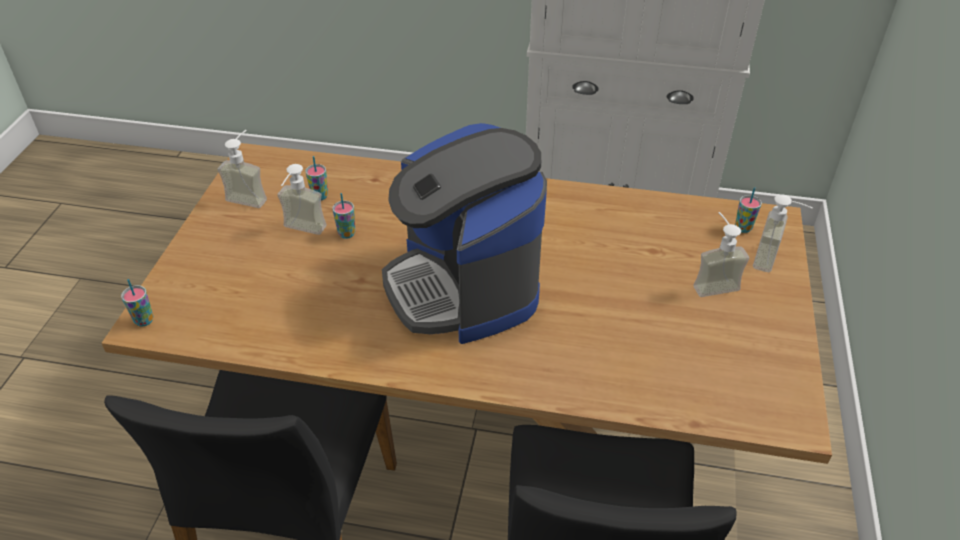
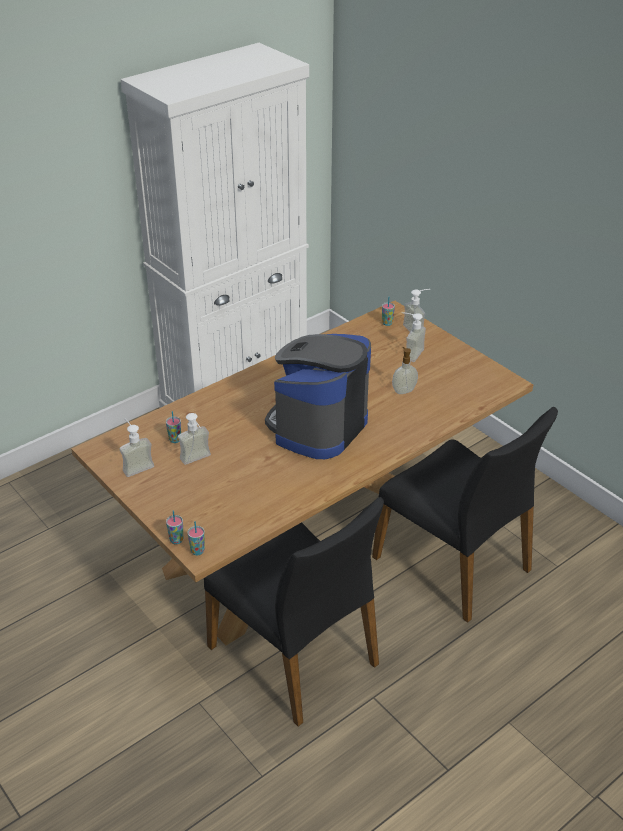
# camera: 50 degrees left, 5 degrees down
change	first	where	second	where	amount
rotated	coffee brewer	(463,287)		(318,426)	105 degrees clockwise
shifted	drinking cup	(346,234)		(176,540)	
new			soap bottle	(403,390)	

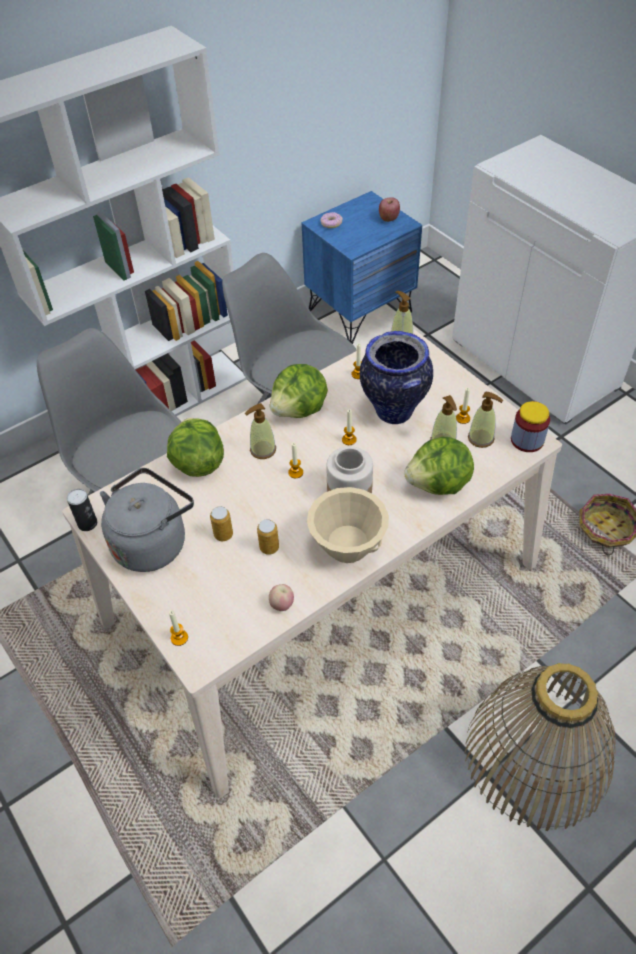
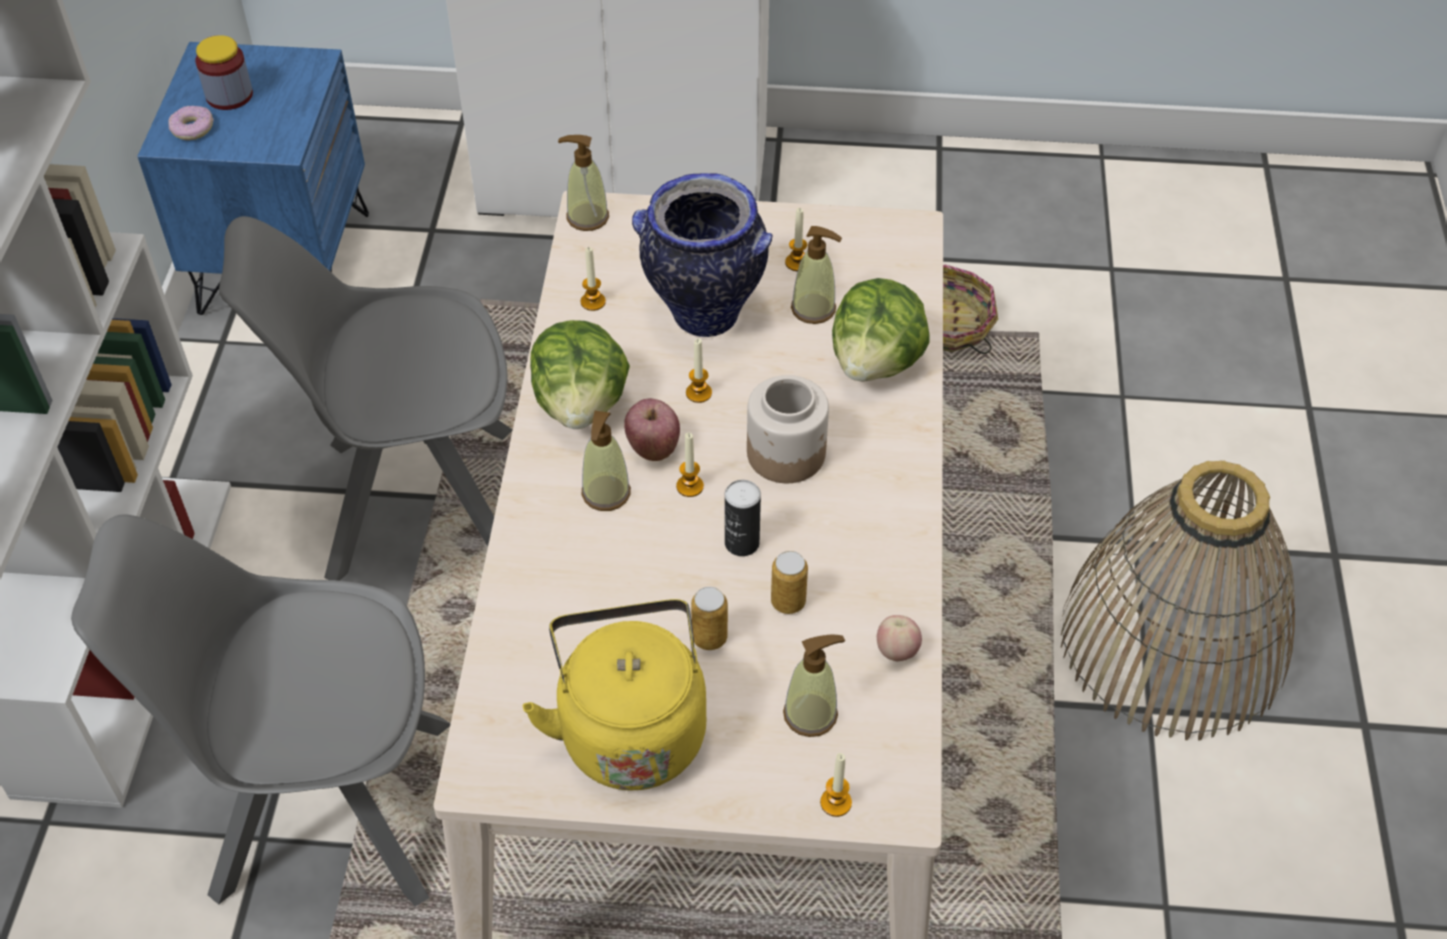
# camera: 50 degrees left, 0 degrees up
change	first	where	second	where	amount
shifted	whole apple	(388,218)		(653,447)	
shifted	soap bottle	(481,438)		(811,714)	
shifted	storage jar	(527,440)		(229,95)	
gone	head of lettuce	(198,463)			
repainted	greyish kettle	(152,542)	yellow kettle	(630,729)	
gone	beige serving bowl	(347,547)			
shifted	metal can	(87,523)		(742,543)	

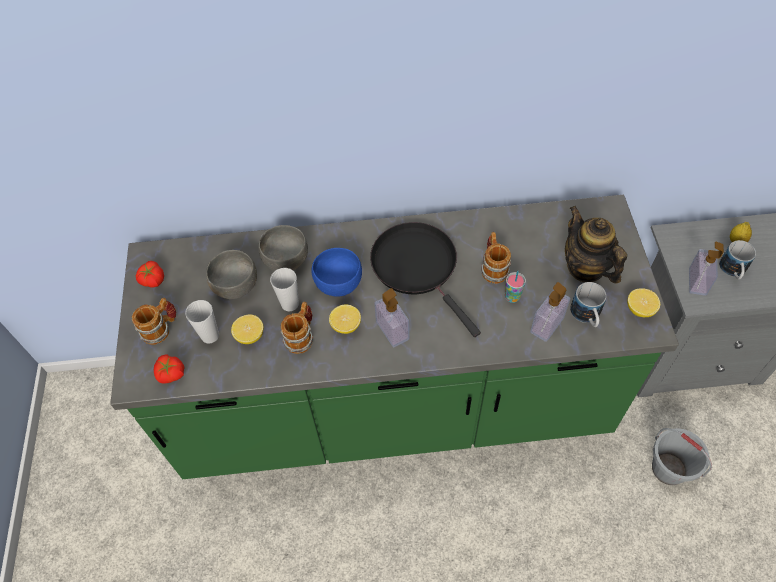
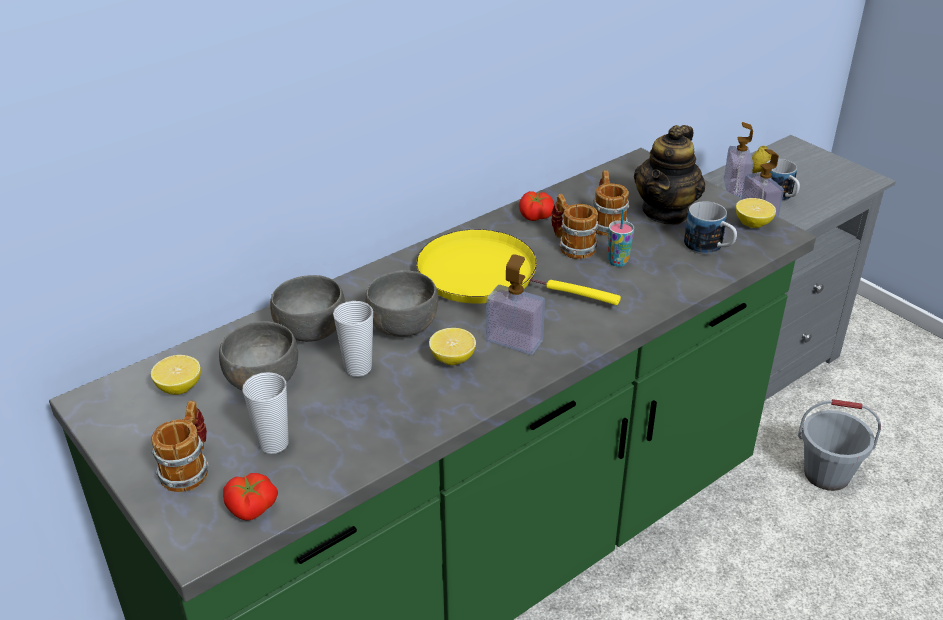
# camera: 35 degrees left, 20 degrees down
change	first	where	second	where	amount
rotated	teapot	(586,267)		(666,212)	90 degrees counterclockwise
repainted	blackish pan	(418,267)	yellow pan	(486,275)	
repainted	bluish serving bowl	(338,283)	greyish serving bowl	(402,325)	
shifted	fresh tomato	(152,280)		(535,217)	
shifted	soap bottle	(547,325)		(735,188)	
shifted	tea mug	(301,336)		(606,223)	
shifted	whole lemon	(250,335)		(179,387)	

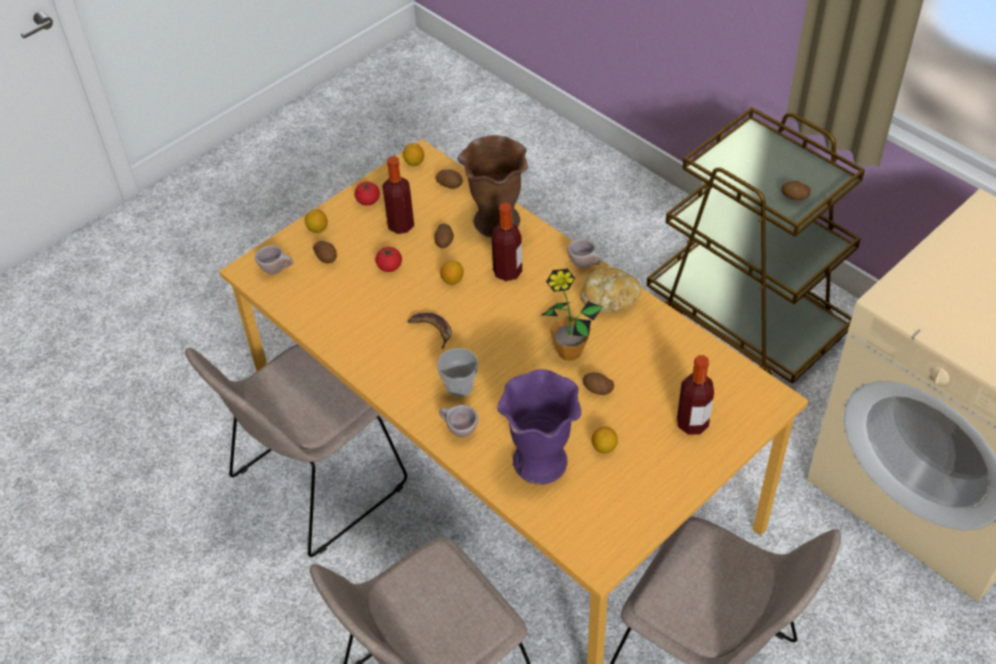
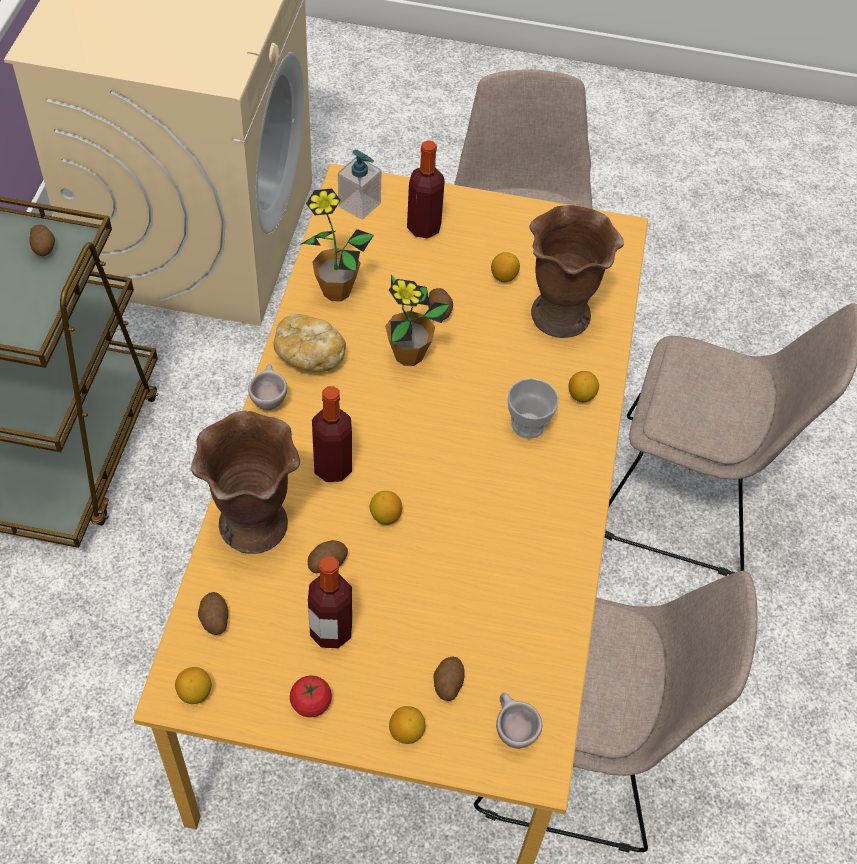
# camera: 130 degrees left, 5 degrees up
change	first	where	second	where	amount
gone	fresh tomato	(389,267)			
gone	whole banana	(431,330)			
repainted	purple-coloured decorative vase	(540,462)	brownish decorative vase	(561,315)	
swapped	beige drinking cup	(458,430)	whole lemon	(581,396)	
new			soap bottle	(359,205)	
new			potted plant	(336,291)	

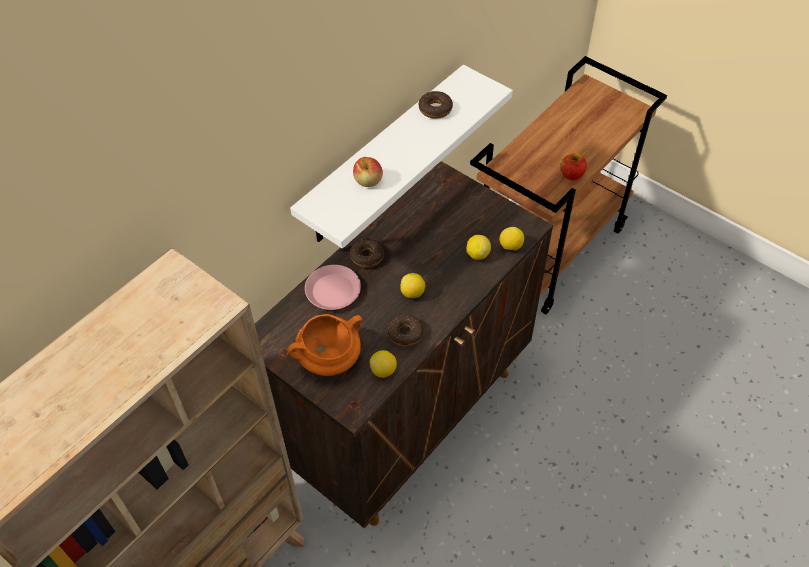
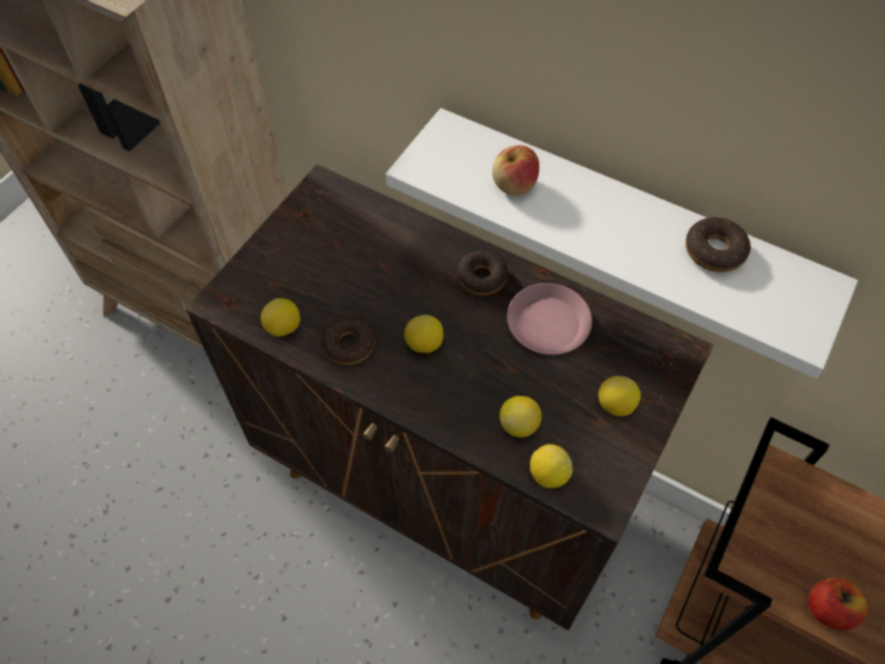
# camera: 80 degrees right, 5 degrees up
change	first	where	second	where	amount
shifted	pinkish flat dish	(333,291)		(548,323)	
gone	orange stockpot	(328,360)			
new			whole lemon	(615,405)	

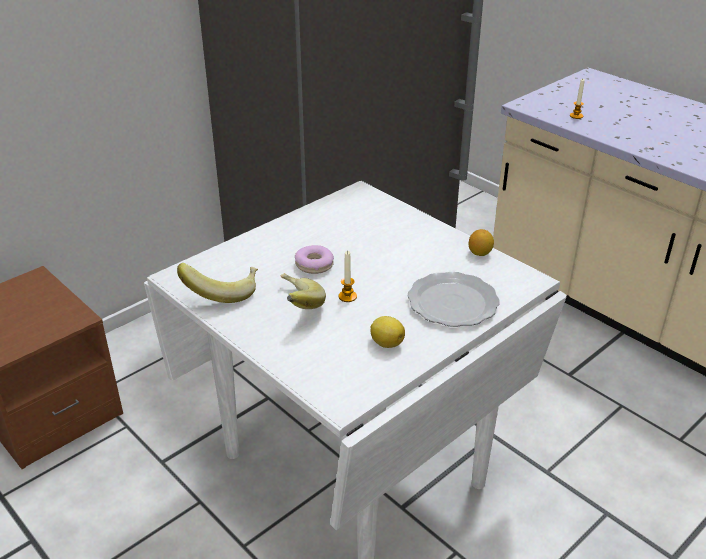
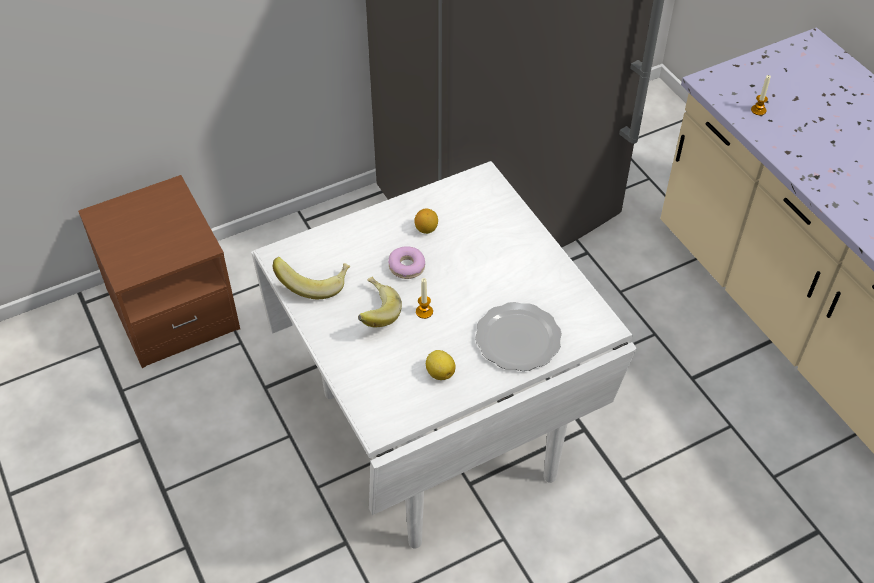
# camera: 15 degrees right, 15 degrees up
change	first	where	second	where	amount
shifted	whole lemon	(480,253)		(426,229)	

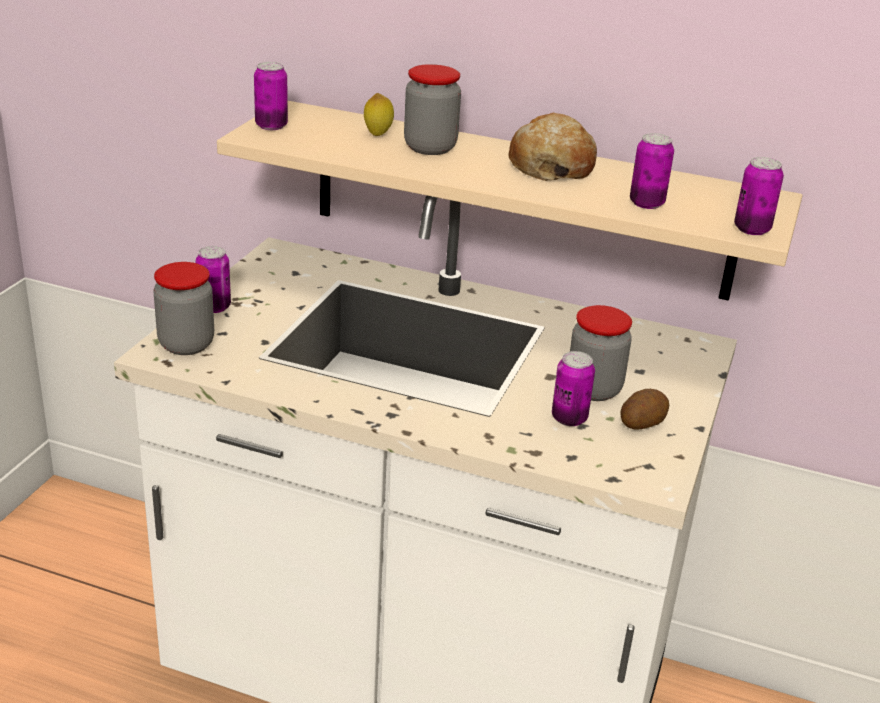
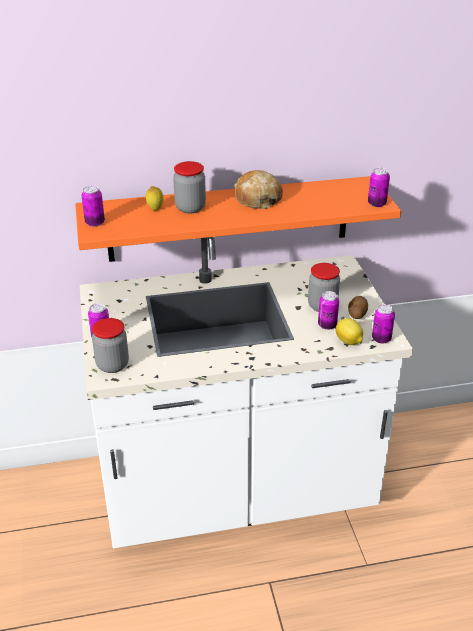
# camera: 30 degrees left, 5 degrees up
change	first	where	second	where	amount
repainted	beige wall shelf	(520,200)	orange wall shelf	(229,219)	
shifted	metal can	(646,203)		(381,339)	
new			whole lemon	(348,342)	

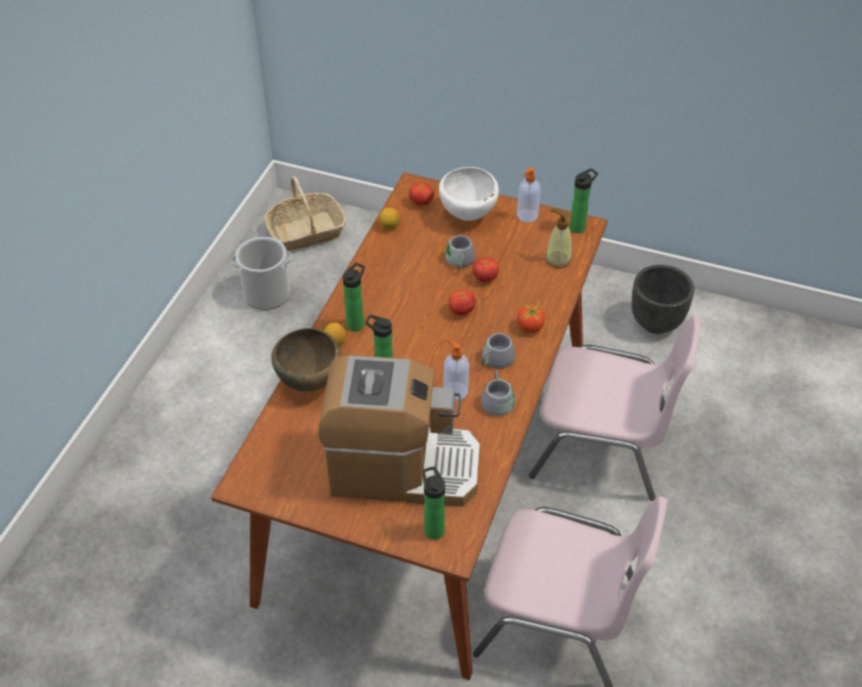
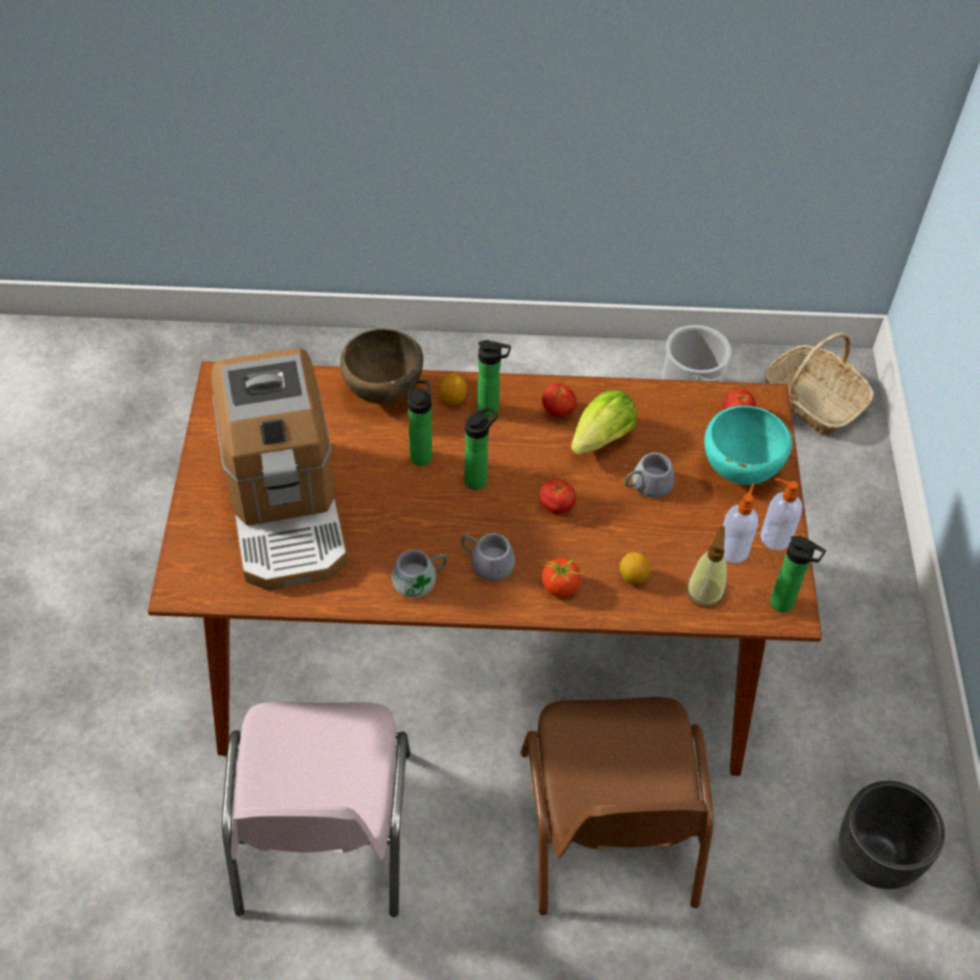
# camera: 70 degrees right, 5 degrees up
change	first	where	second	where	amount
repainted	white-coloured serving bowl	(468,216)	turquoise-coloured serving bowl	(739,472)	
shifted	whole lemon	(389,226)		(633,577)	
shifted	fresh tomato	(485,278)		(558,411)	
repainted	pinkish plain chair	(603,446)	brownish plain chair	(608,830)	
shifted	soap bottle	(455,390)		(733,549)	
shifted	beverage bottle	(433,528)		(478,479)	
new			head of lettuce	(598,442)	

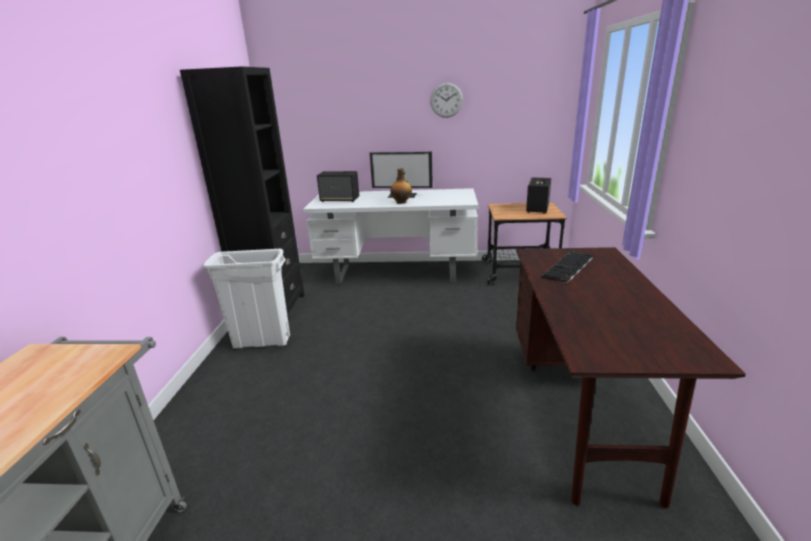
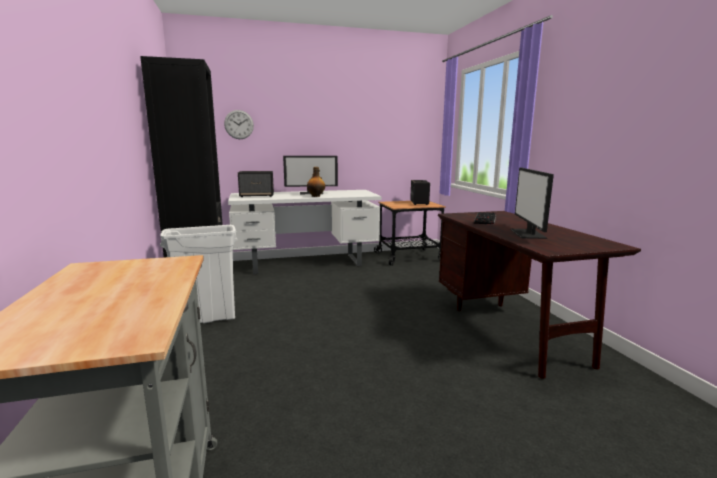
# camera: 20 degrees left, 10 degrees down
change	first	where	second	where	amount
shifted	clock on the wall	(446,100)		(239,124)	
new			monitor	(528,234)	

